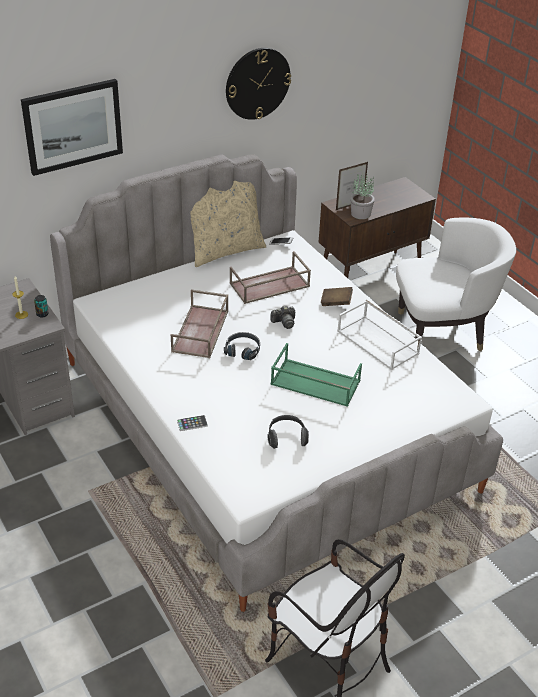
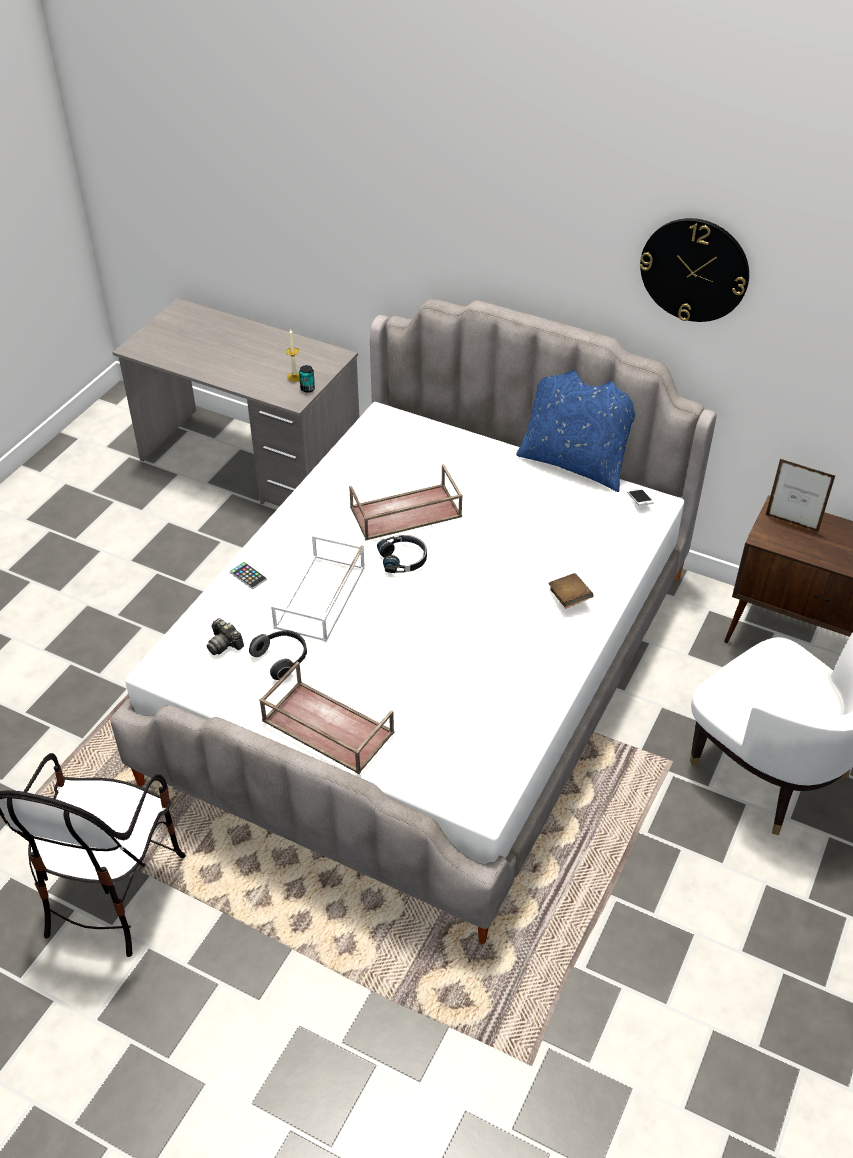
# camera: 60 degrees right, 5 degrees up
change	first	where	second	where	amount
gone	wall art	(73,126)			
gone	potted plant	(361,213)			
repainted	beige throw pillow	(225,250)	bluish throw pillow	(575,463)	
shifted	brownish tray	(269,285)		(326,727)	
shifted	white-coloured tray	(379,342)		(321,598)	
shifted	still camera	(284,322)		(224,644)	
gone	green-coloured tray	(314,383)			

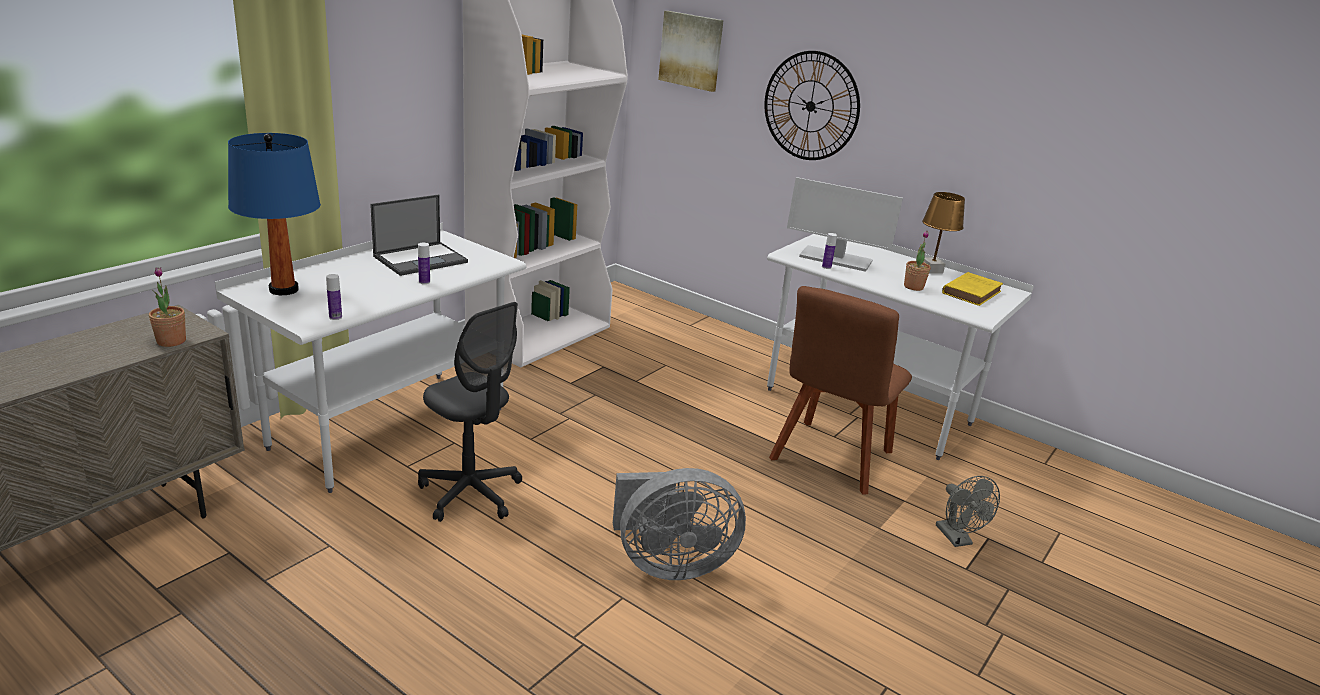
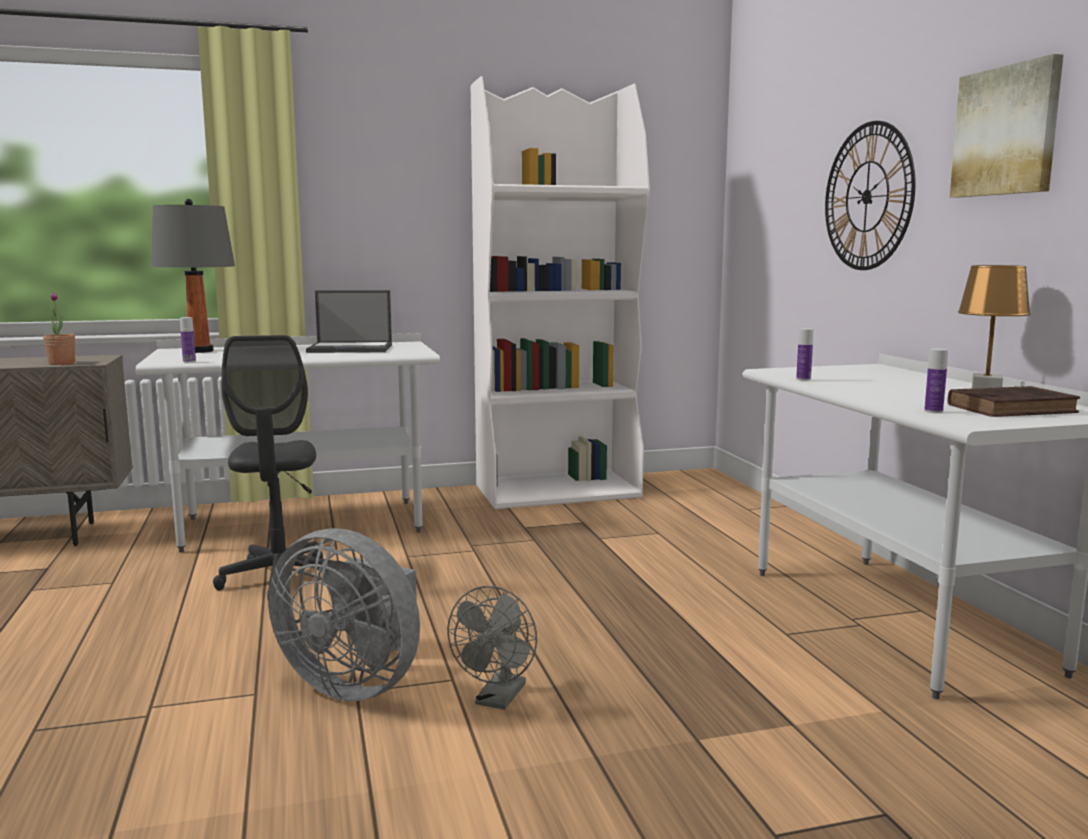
# camera: 40 degrees right, 15 degrees down
change	first	where	second	where	amount
shifted	wall art	(691,50)		(1006,131)	
repainted	bluish lamp for a table	(284,289)	greyish lamp for a table	(200,351)	
gone	monitor	(834,259)			
gone	potted plant	(913,287)			
shifted	beverage bottle	(424,282)		(933,411)	
repainted	yellow volume	(972,292)	brownish volume	(1014,409)	
gone	brownish plain chair	(830,459)			
shifted	greyish electric fan	(957,539)		(497,700)	

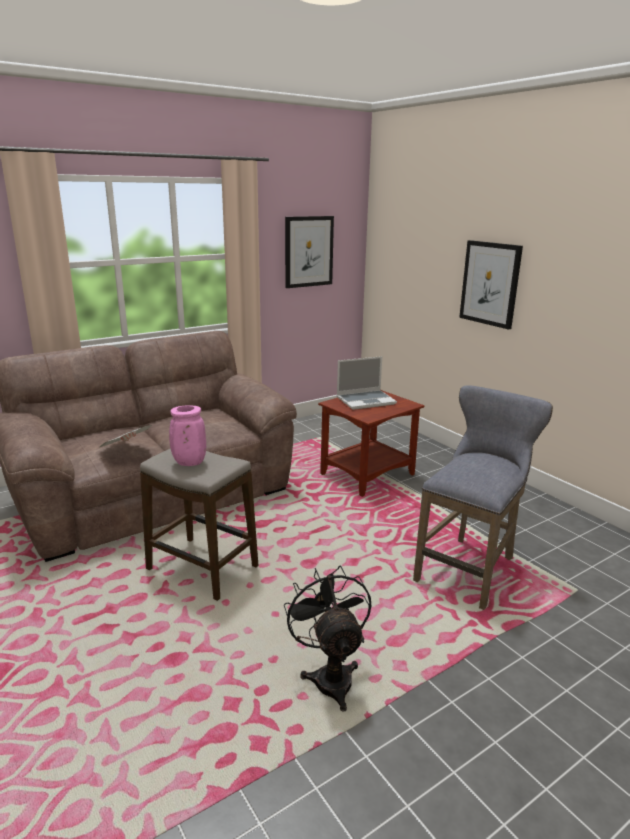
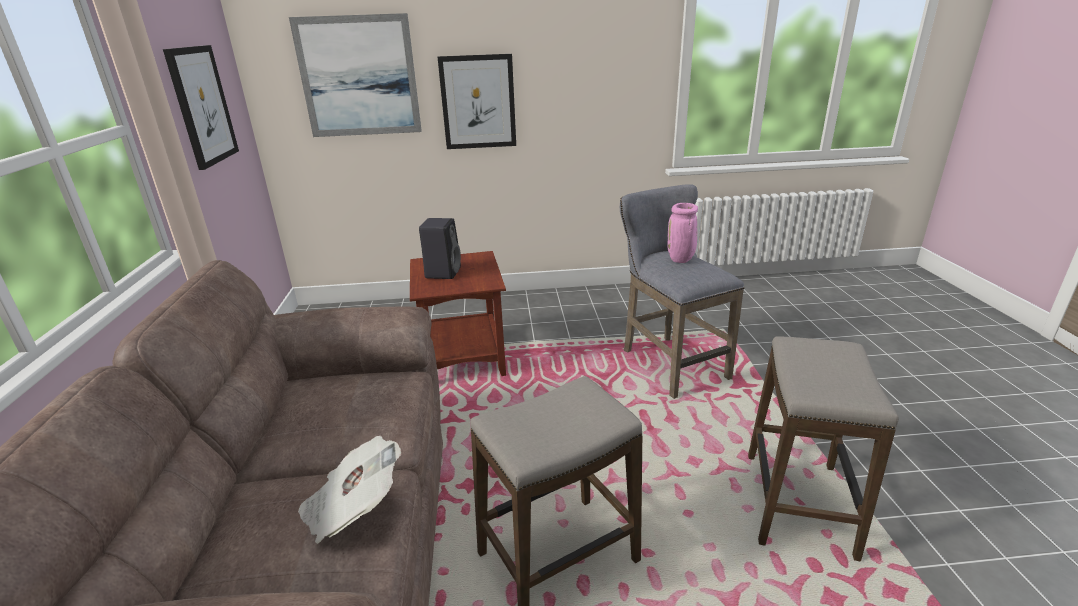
# camera: 60 degrees left, 5 degrees up
change	first	where	second	where	amount
swapped	laptop	(366,400)	blackish speaker	(443,272)	
shifted	pinkish decorative vase	(188,463)		(681,260)	
swapped	blackish electric fan	(330,675)	stool	(798,503)	
new			wall art	(359,77)	

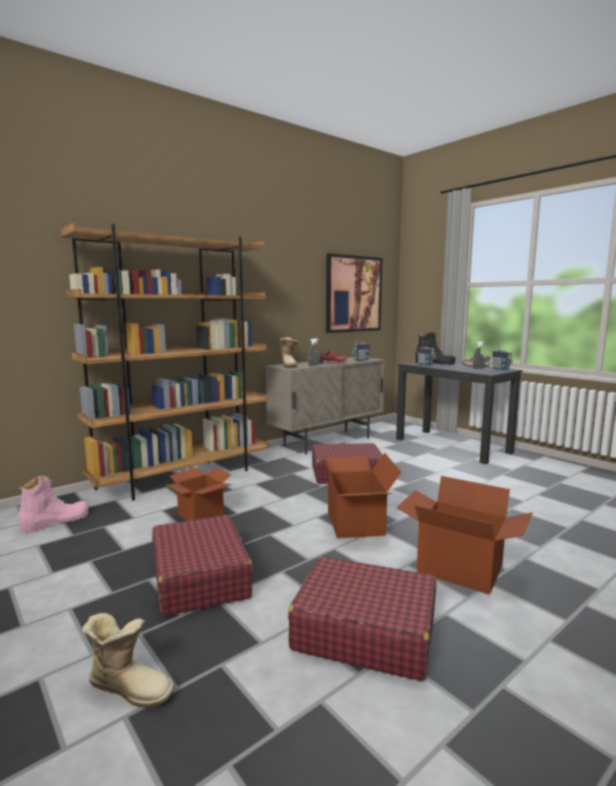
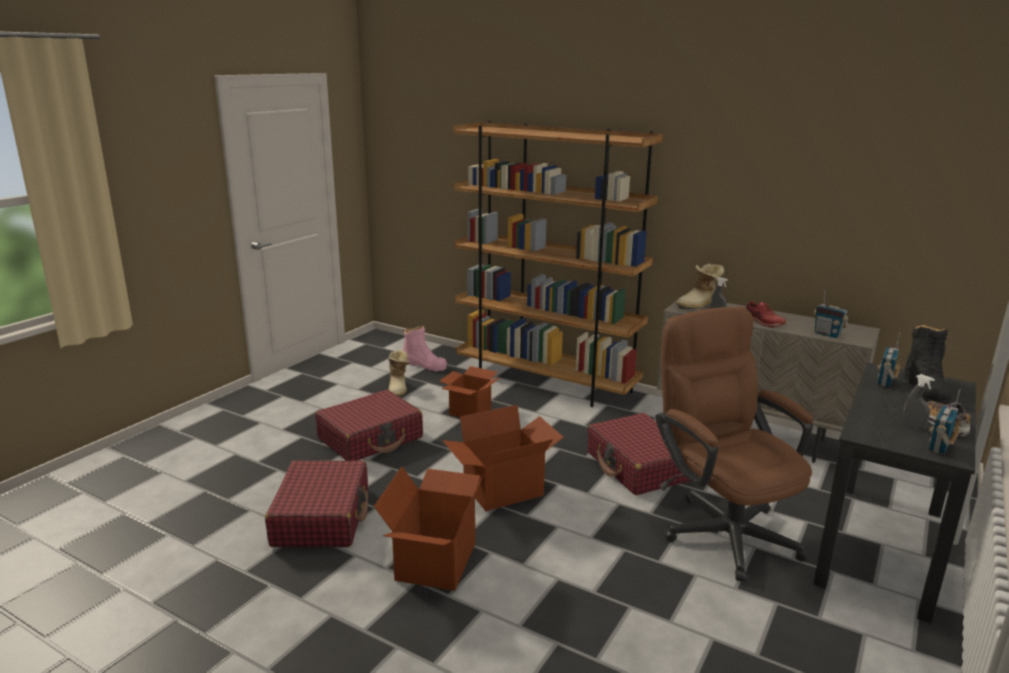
# camera: 70 degrees right, 10 degrees up
change	first	where	second	where	amount
gone	wall art	(353,294)			
shifted	boot	(130,686)		(399,388)	
new			brownish office chair	(722,528)	

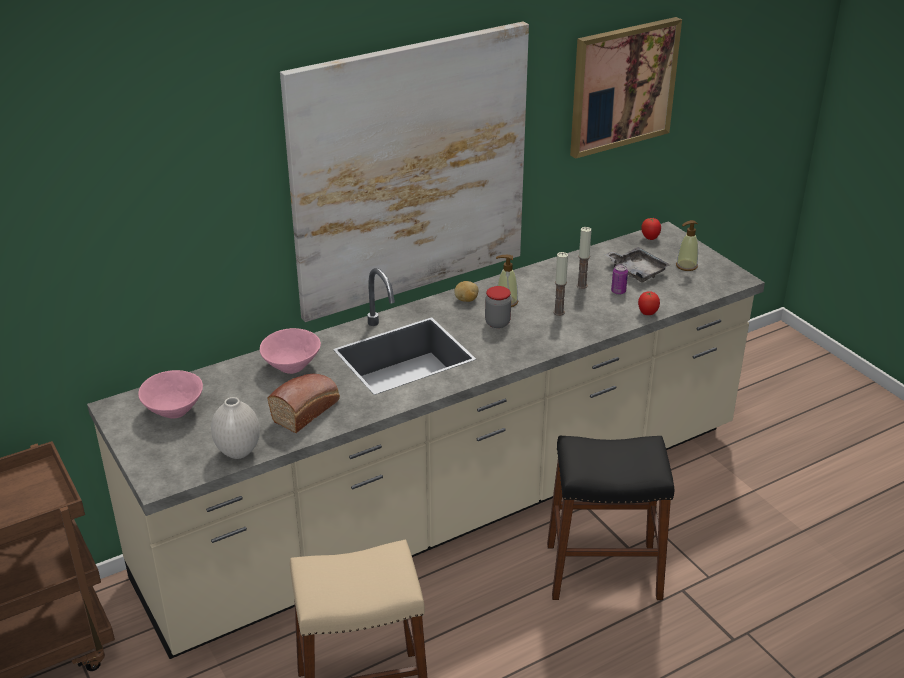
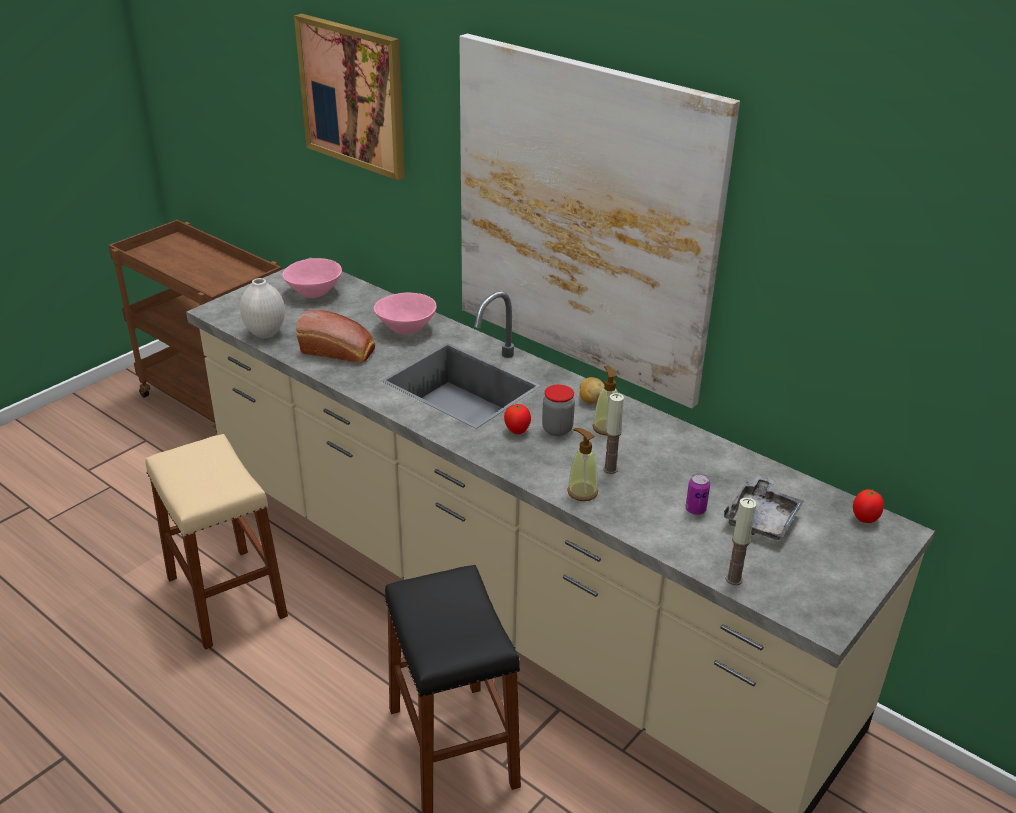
# camera: 70 degrees right, 0 degrees up
change	first	where	second	where	amount
shifted	wall art	(622,86)		(353,95)	
shifted	soap bottle	(686,266)		(582,492)	
shifted	wax light	(581,285)		(734,579)	
shifted	fresh tomato	(647,313)		(517,431)	

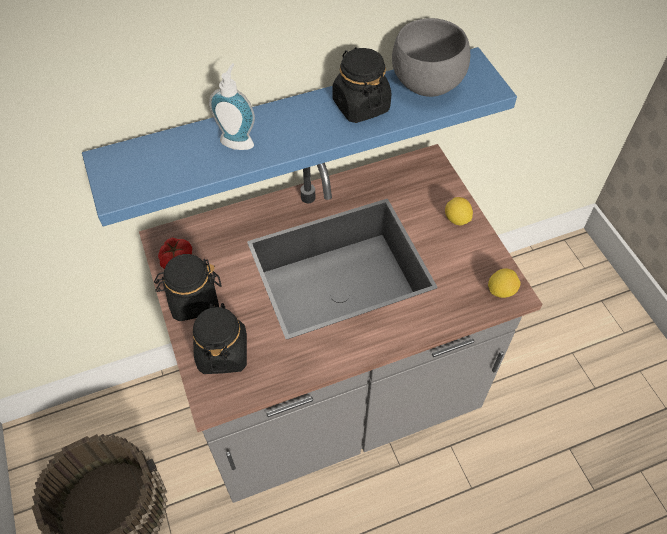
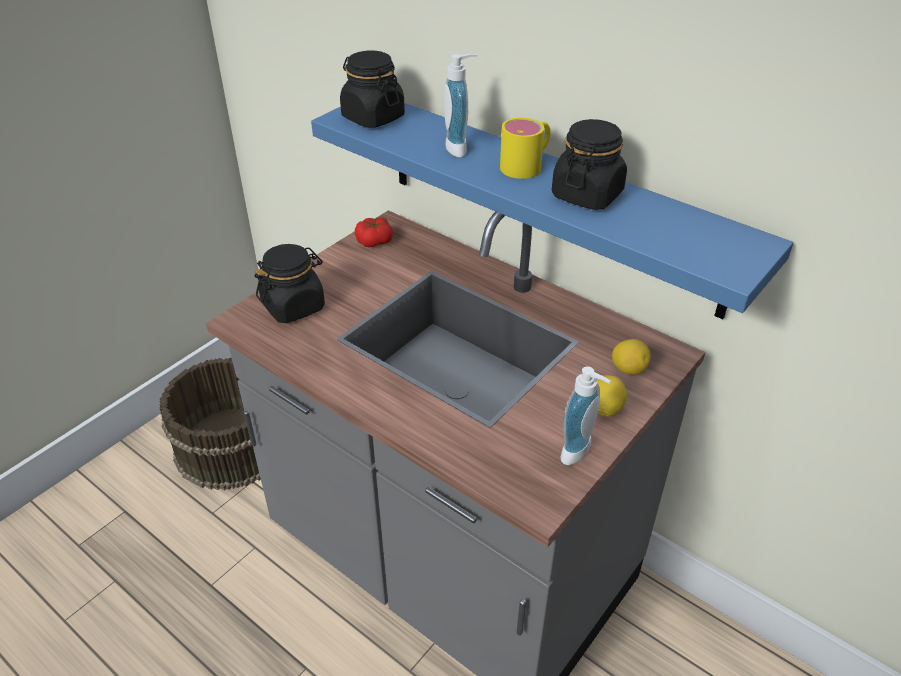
# camera: 60 degrees right, 15 degrees down
change	first	where	second	where	amount
gone	greyish serving bowl	(427,86)			
shifted	blackish storage jar	(193,300)		(372,117)	
shifted	whole lemon	(501,291)		(628,369)	
new			yellow tea mug	(527,165)	
new			soap bottle	(580,453)	

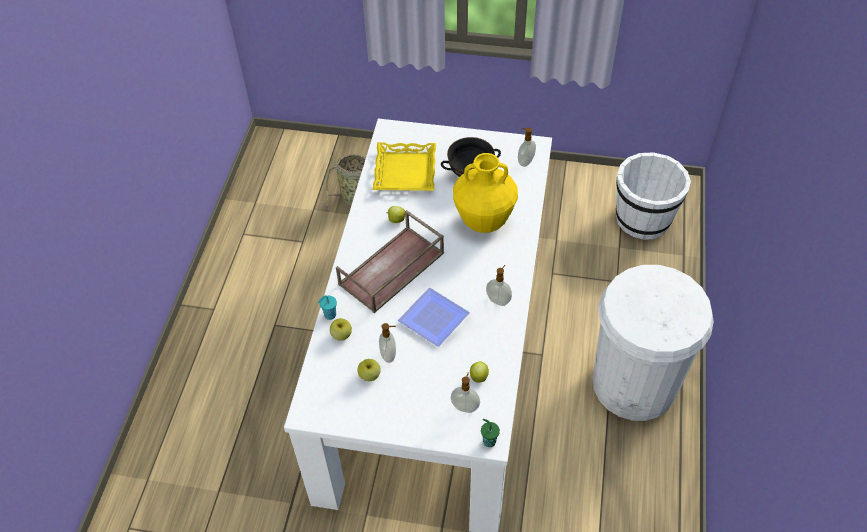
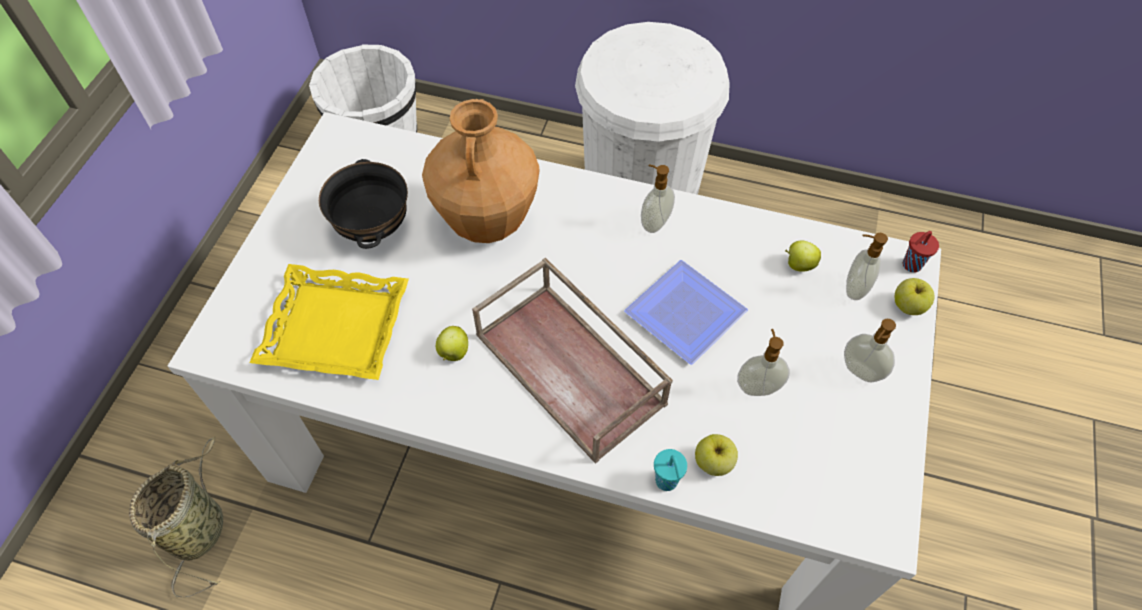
# camera: 85 degrees left, 5 degrees up
change	first	where	second	where	amount
shifted	soap bottle	(525,161)		(860,372)	
repainted	yellow decorative vase	(484,221)	brownish decorative vase	(487,221)	
shifted	whole apple	(369,375)		(908,306)	
repainted	green-coloured drinking cup	(488,441)	red-coloured drinking cup	(910,265)	

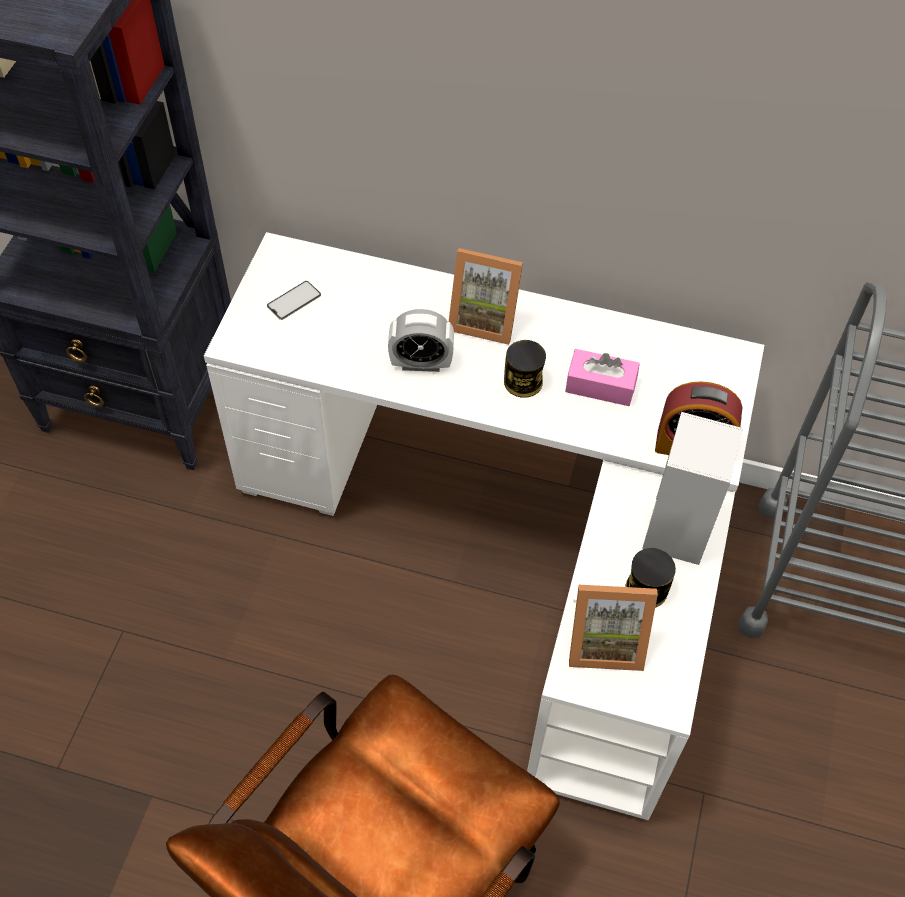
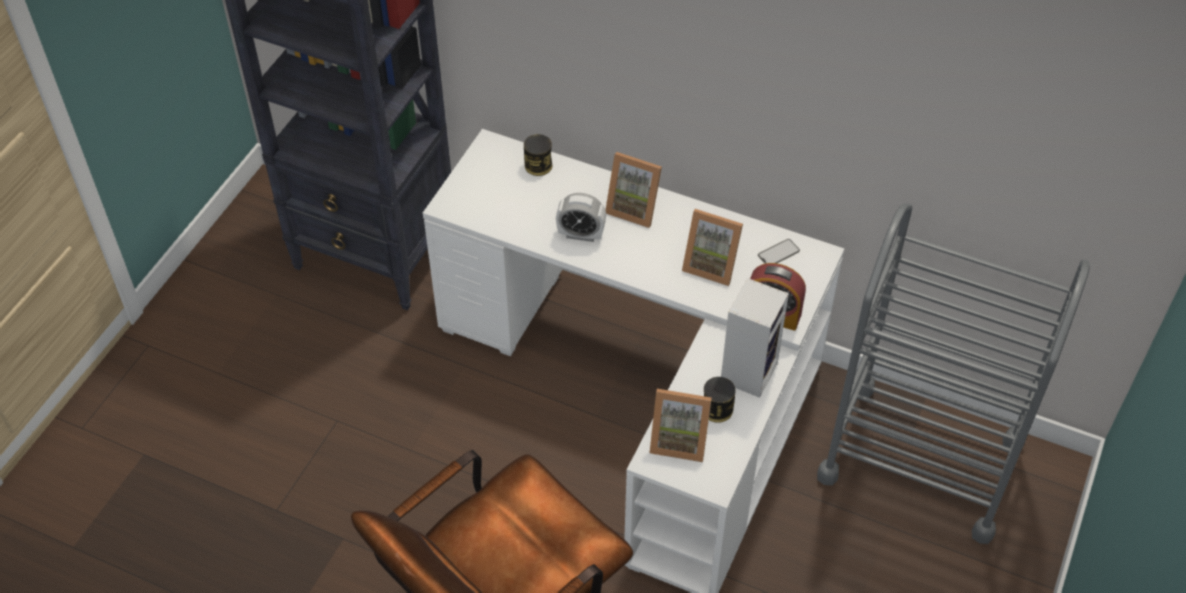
# camera: 10 degrees right, 5 degrees down
change	first	where	second	where	amount
shifted	telephone	(294,300)		(778,253)	
shifted	metal can	(523,381)		(538,165)	
swapped	pinkish tissue holder	(600,386)	standing frame	(712,264)	

